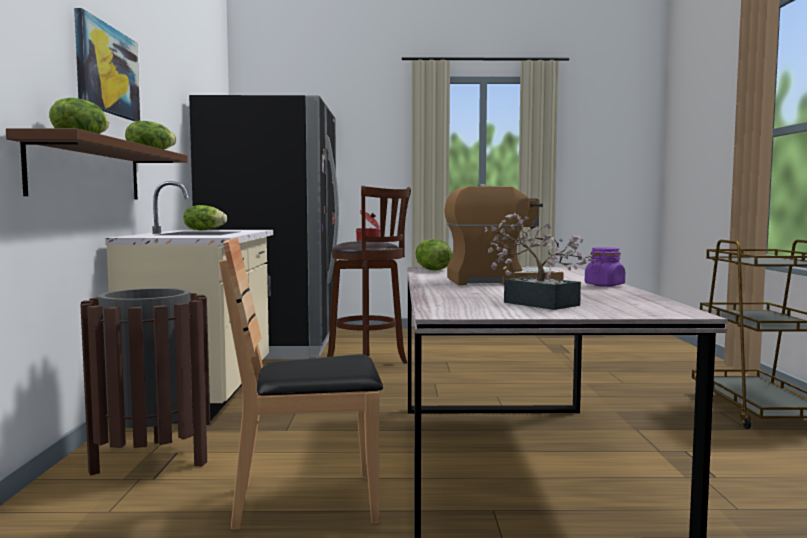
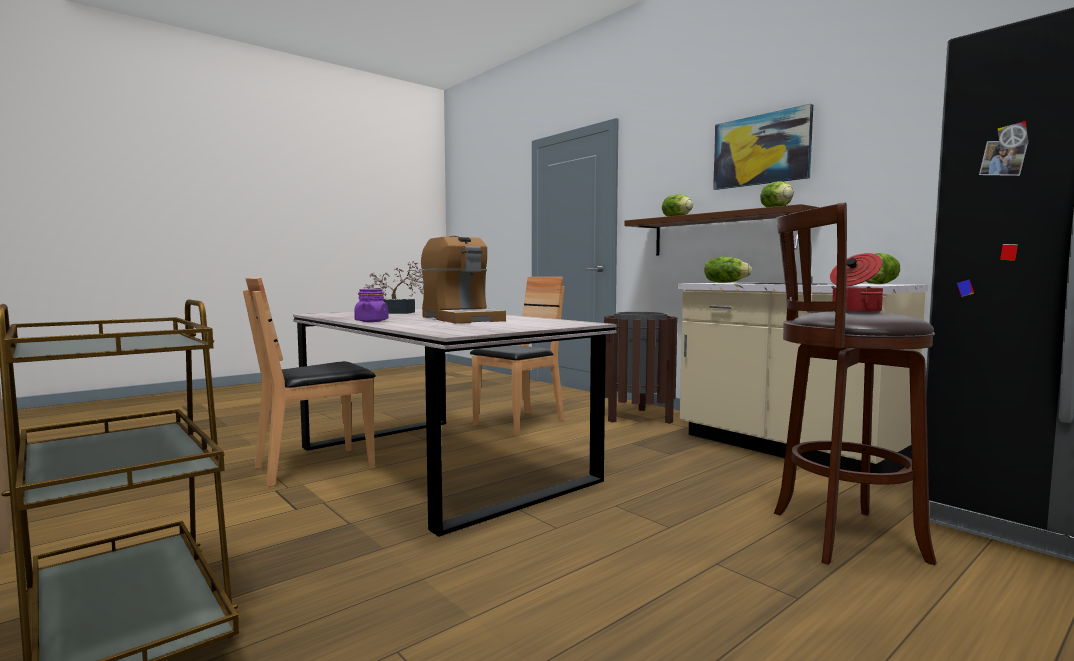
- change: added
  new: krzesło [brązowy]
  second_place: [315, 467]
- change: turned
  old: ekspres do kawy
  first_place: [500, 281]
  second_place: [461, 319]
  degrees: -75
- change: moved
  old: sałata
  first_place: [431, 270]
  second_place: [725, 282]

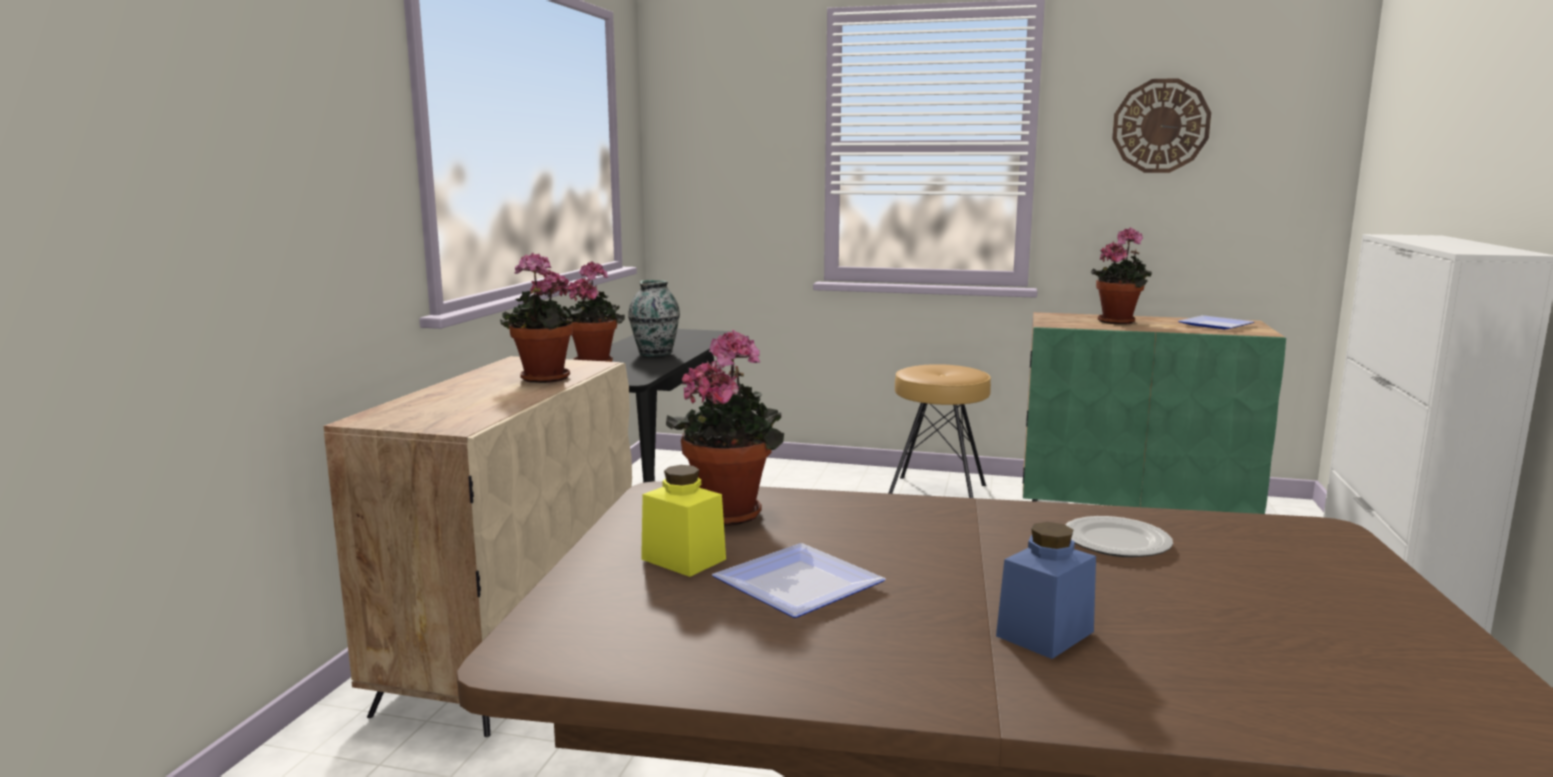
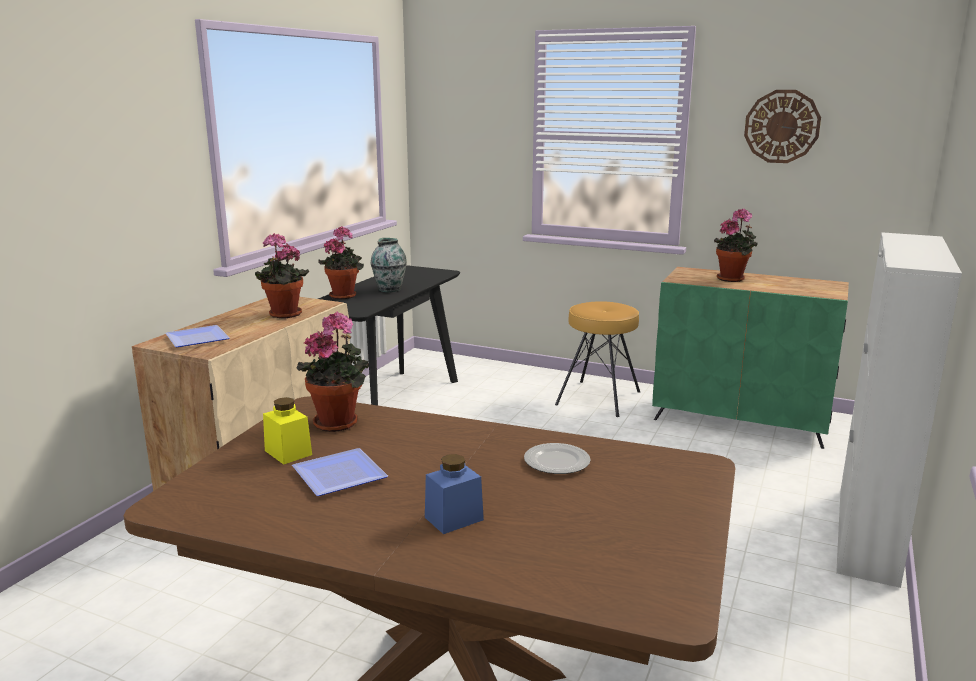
- change: moved
  old: talerz
  first_place: [1216, 326]
  second_place: [196, 340]

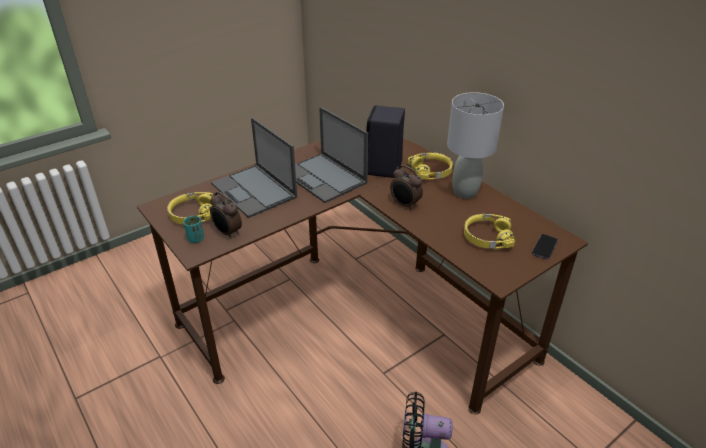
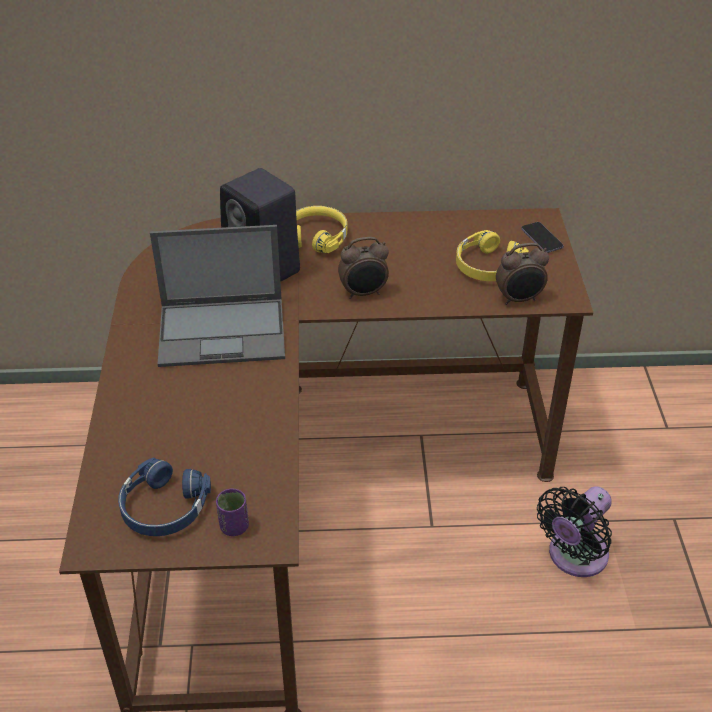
- change: recoloured
  old: słuchawki [żółty]
  new: słuchawki [niebieski]
  first_place: [192, 214]
  second_place: [163, 507]
- change: recoloured
  old: filiżanka [turkusowy]
  new: filiżanka [fioletowy]
  first_place: [196, 239]
  second_place: [234, 527]
- change: moved
  old: budzik
  first_place: [227, 233]
  second_place: [519, 299]
- change: removed
  old: laptop
  first_place: [254, 191]
- change: removed
  old: lampa stołowa [szary]
  first_place: [464, 192]

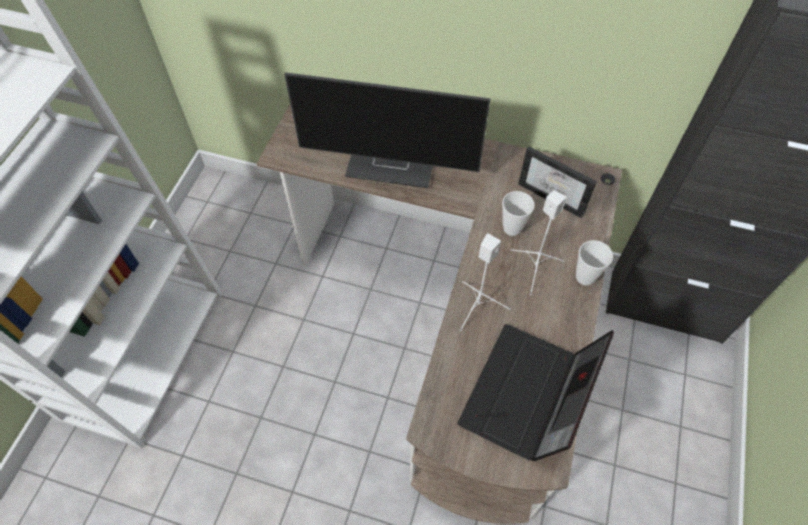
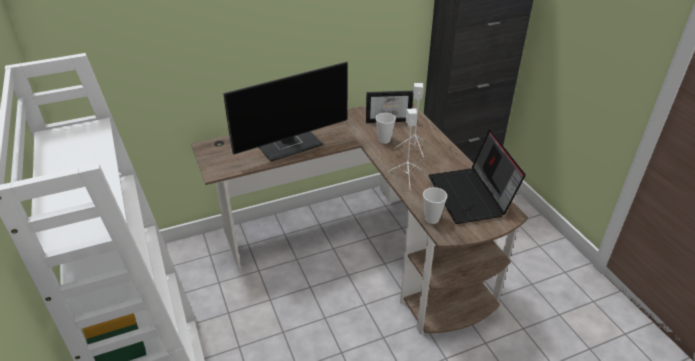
- change: moved
  old: filiżanka
  first_place: [585, 277]
  second_place: [432, 219]

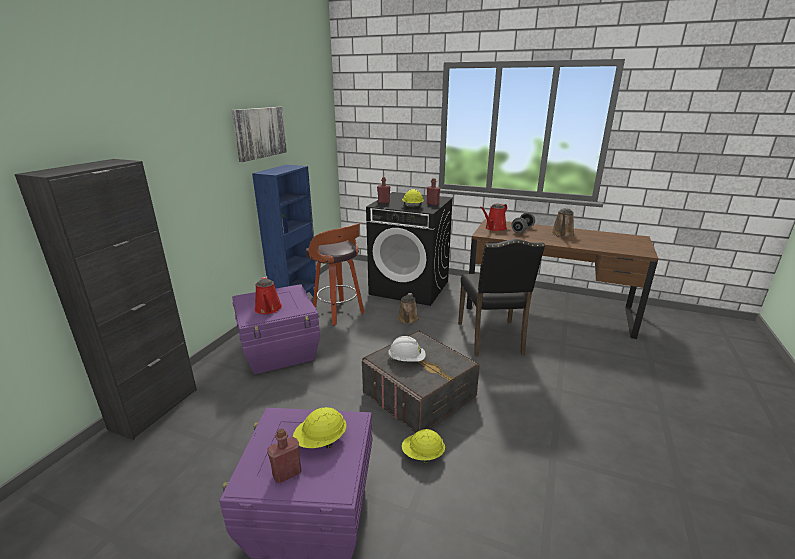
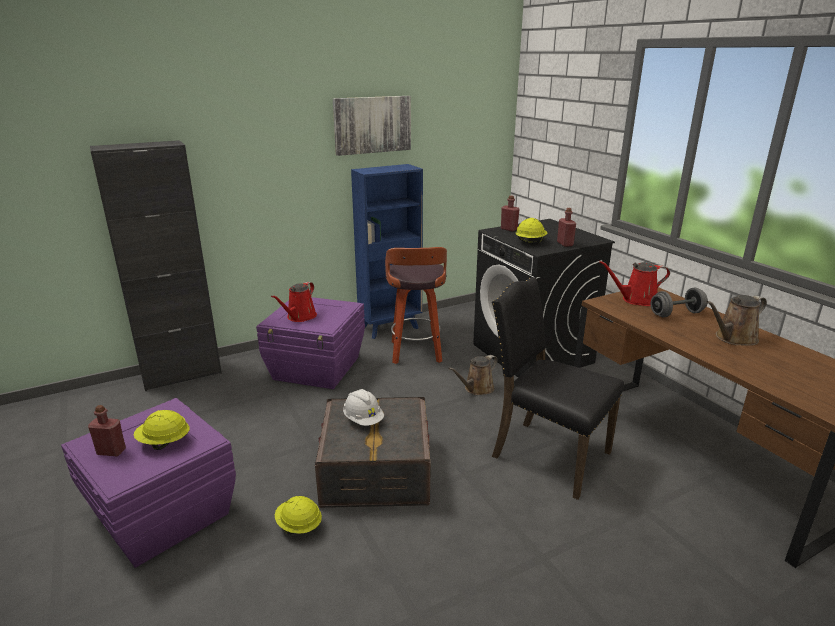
- change: turned
  old: krzesło [czarny]
  first_place: [492, 339]
  second_place: [547, 455]
  degrees: 90

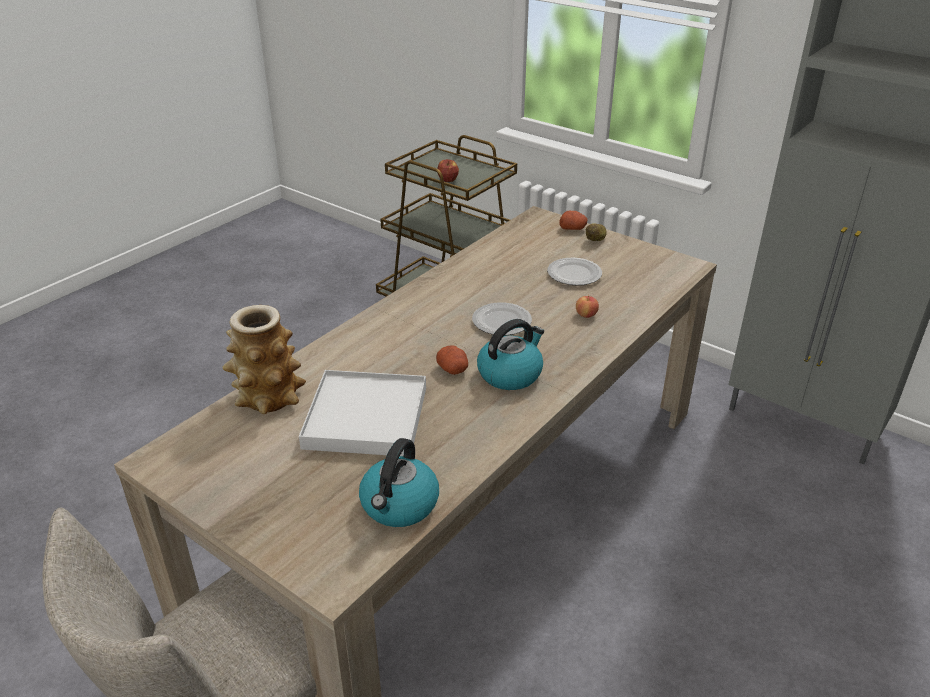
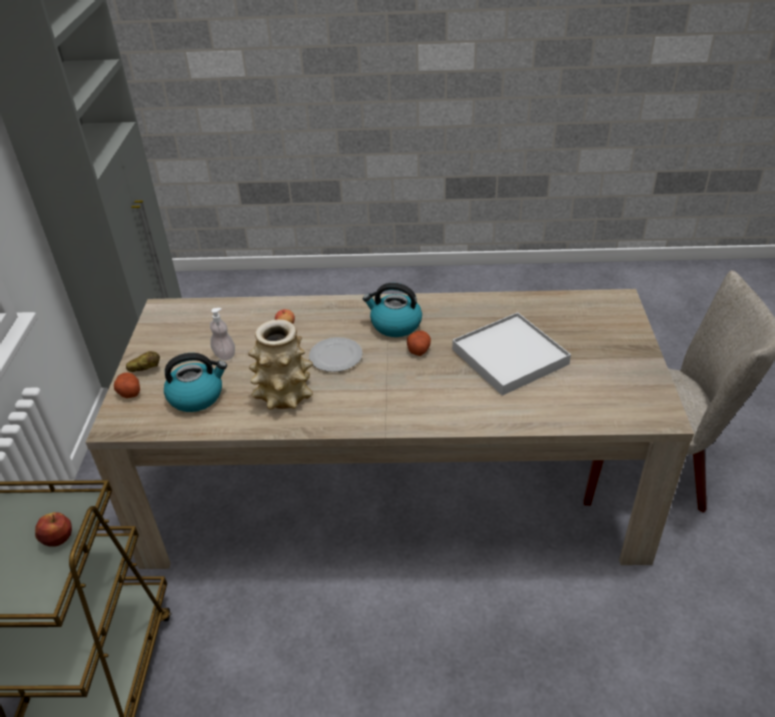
- change: moved
  old: czajnik
  first_place: [399, 505]
  second_place: [197, 396]
- change: replaced
  old: talerz
  new: dozownik mydła
  first_place: [574, 274]
  second_place: [224, 355]
- change: moved
  old: wazon
  first_place: [268, 396]
  second_place: [284, 395]

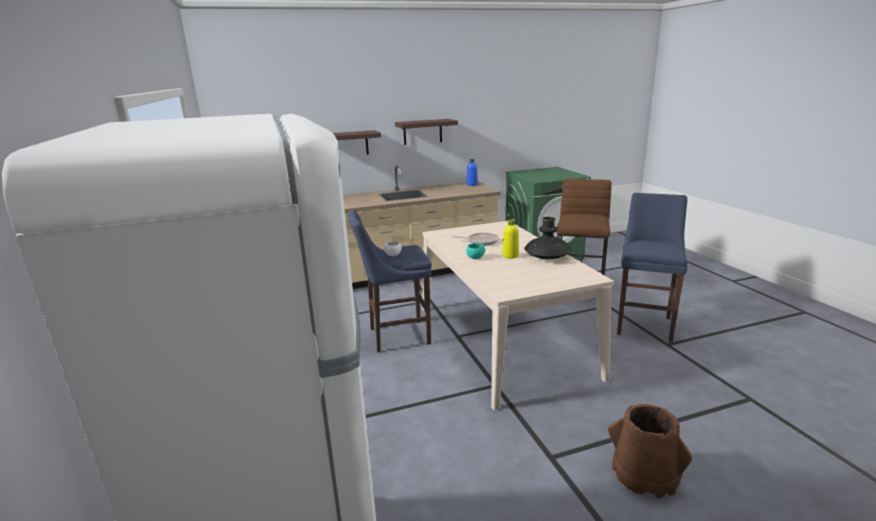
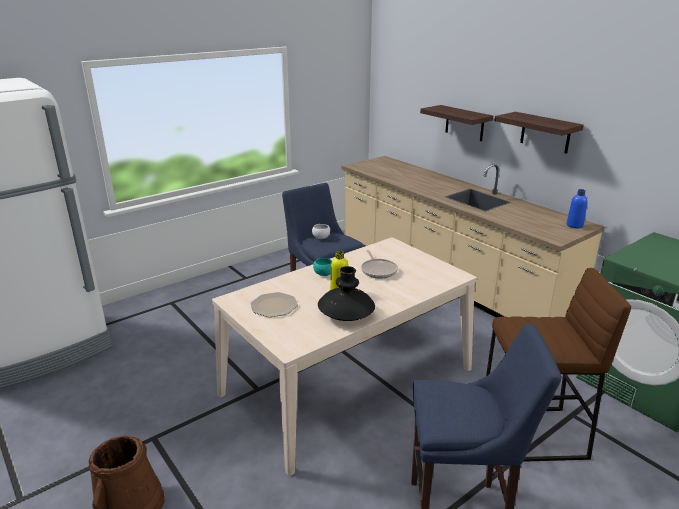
- change: added
  new: talerz
  second_place: [274, 306]

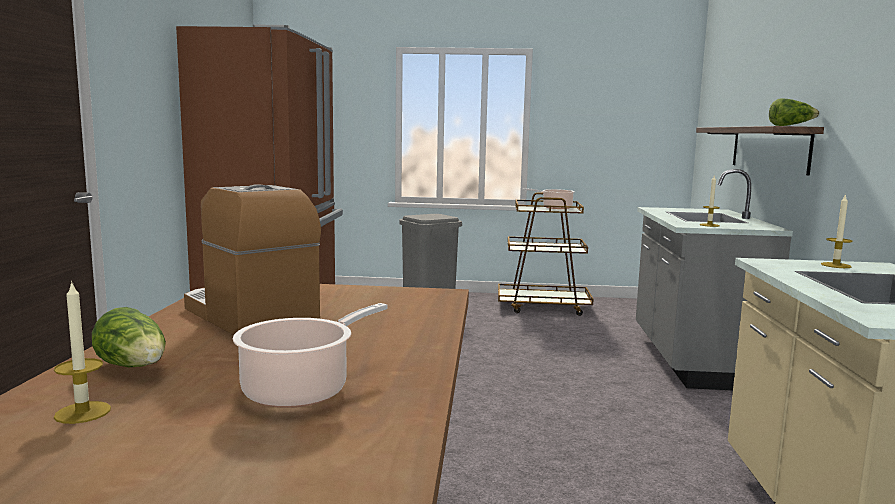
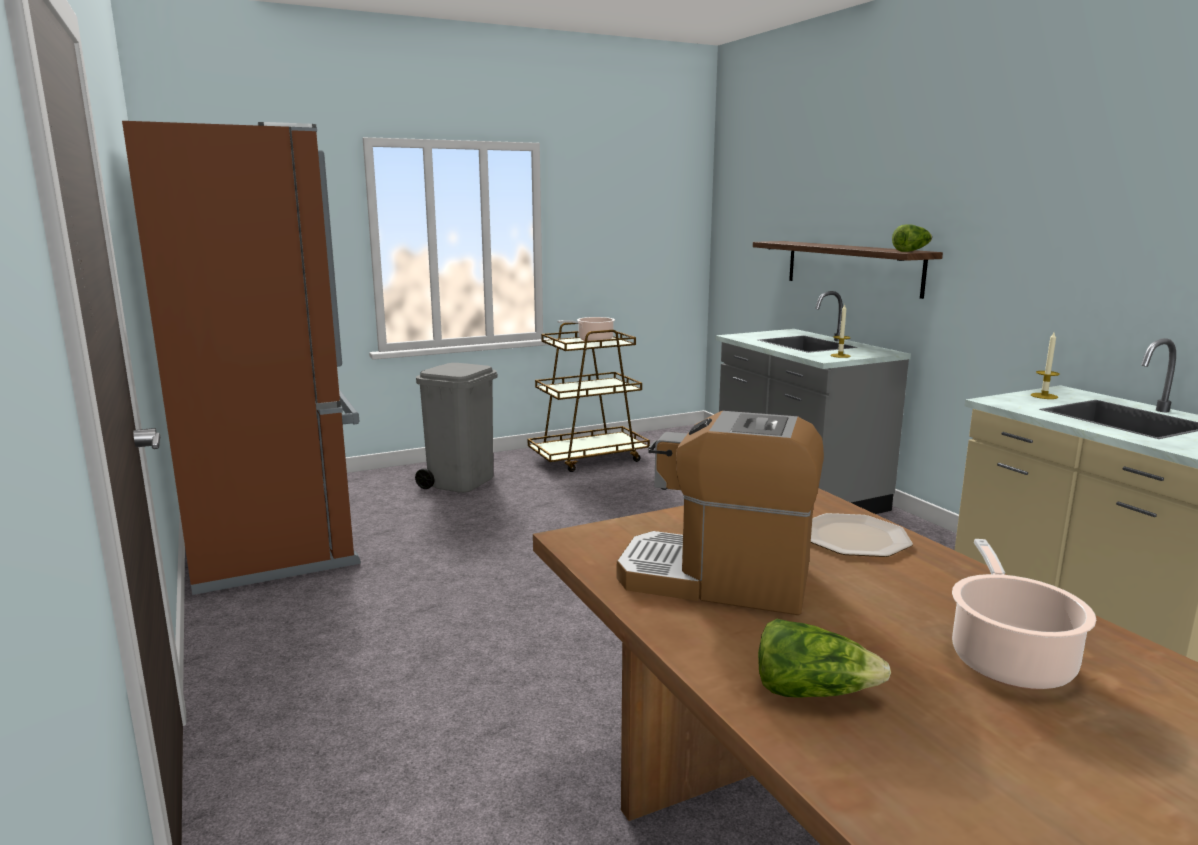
- change: added
  new: talerz
  second_place: [853, 538]
- change: removed
  old: świeca
  first_place: [82, 412]

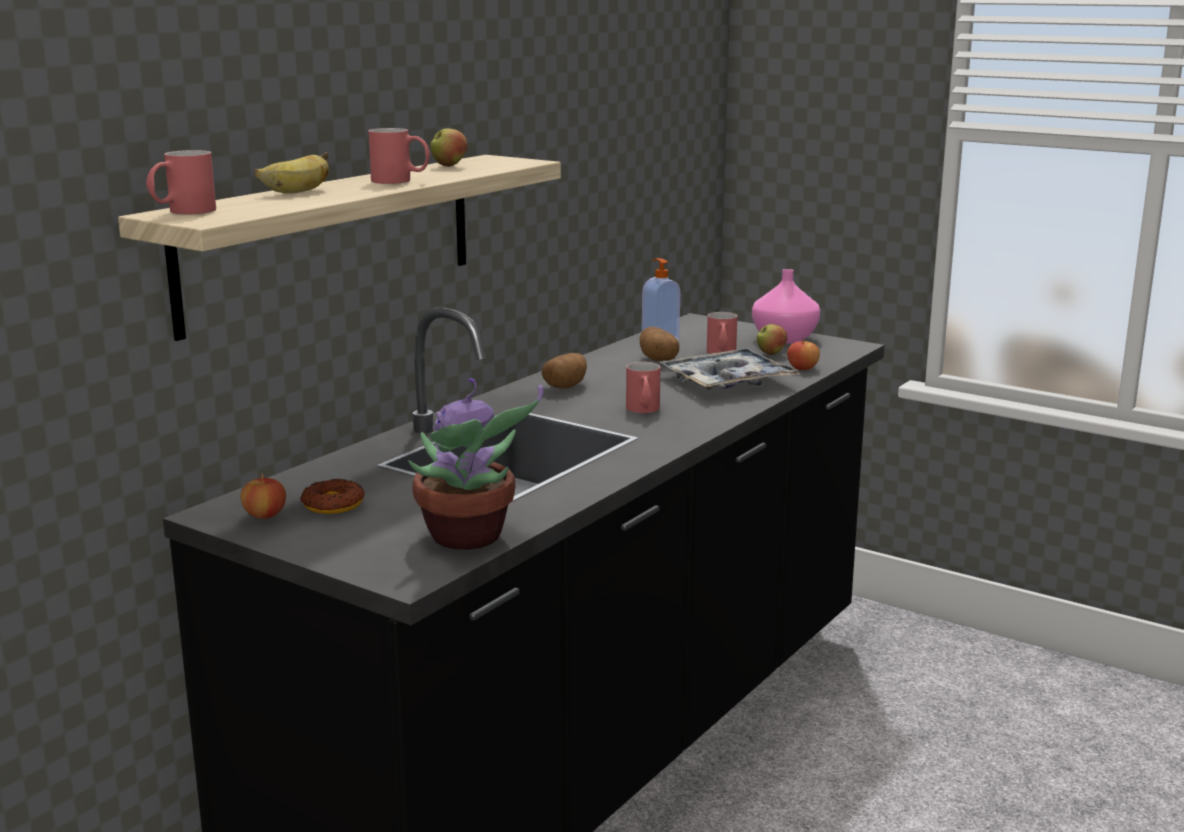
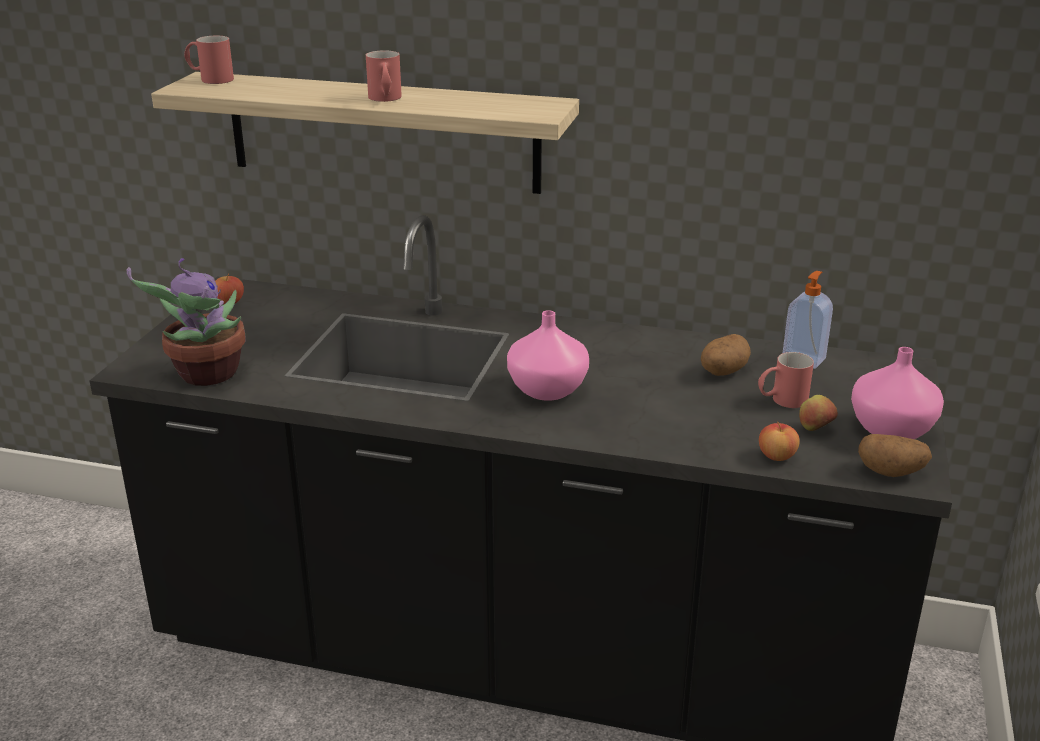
- change: replaced
  old: kubek [czerwony]
  new: wazon [różowy]
  first_place: [643, 411]
  second_place: [547, 390]
- change: moved
  old: ziemniak
  first_place: [565, 386]
  second_place: [890, 472]
- change: removed
  old: banan
  first_place: [296, 192]
- change: removed
  old: donut
  first_place: [333, 505]
- change: removed
  old: jabłko
  first_place: [449, 166]
- change: removed
  old: taca
  first_place: [727, 382]

